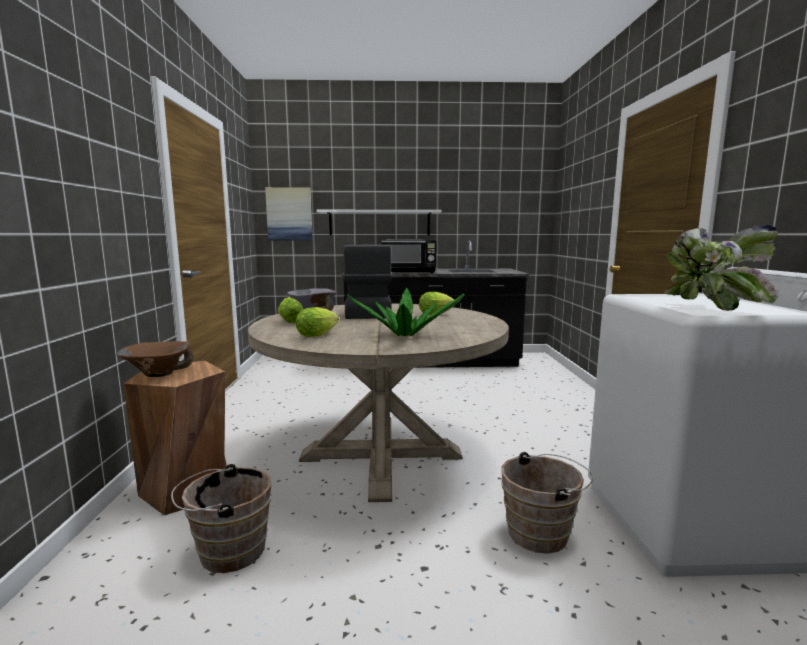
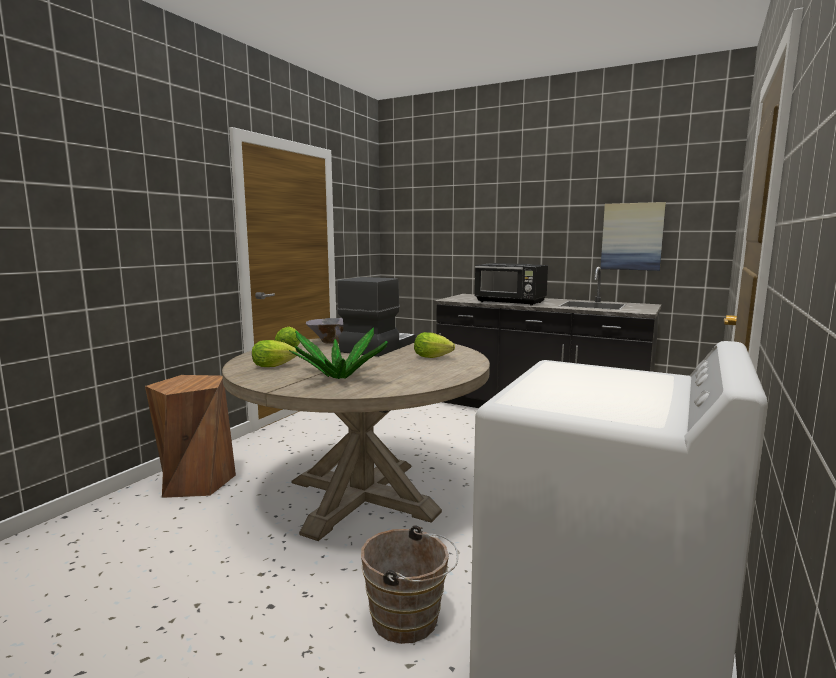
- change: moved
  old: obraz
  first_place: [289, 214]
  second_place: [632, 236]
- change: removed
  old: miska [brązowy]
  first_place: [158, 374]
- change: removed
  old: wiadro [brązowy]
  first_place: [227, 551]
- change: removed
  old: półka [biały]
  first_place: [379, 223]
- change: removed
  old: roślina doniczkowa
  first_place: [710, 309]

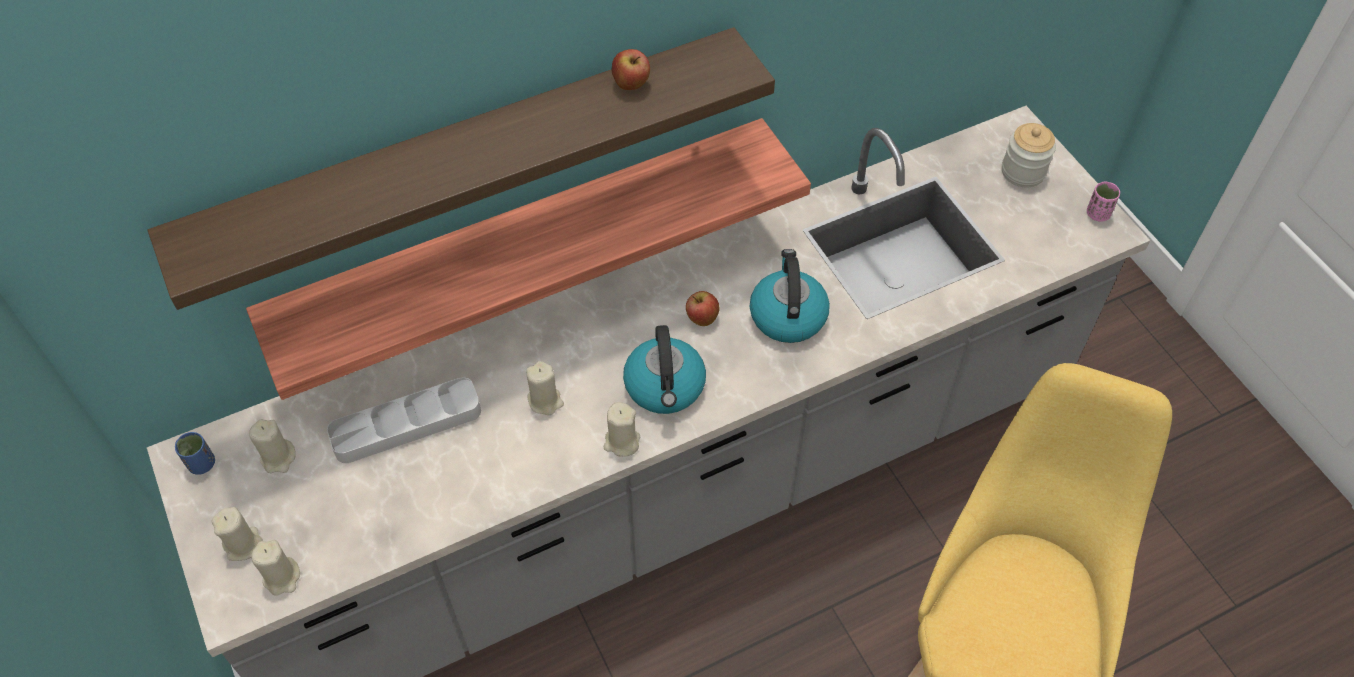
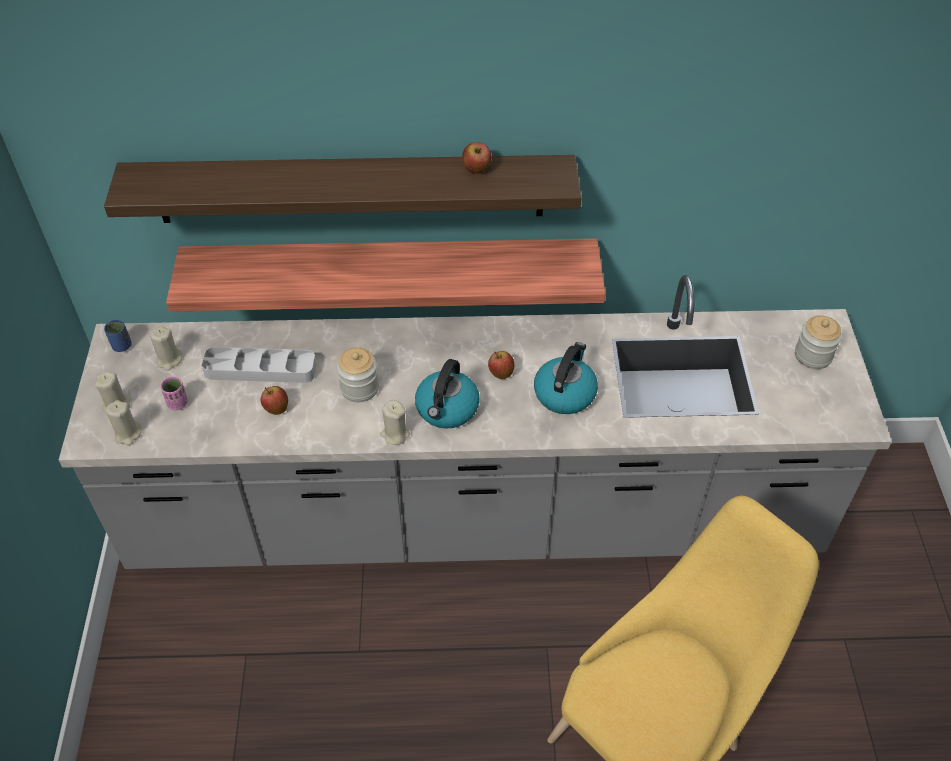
- change: moved
  old: filiżanka [różowy]
  first_place: [1097, 214]
  second_place: [177, 403]
- change: added
  new: jabłko
  second_place: [276, 408]
- change: replaced
  old: świeca [beżowy]
  new: słoik
  first_place: [545, 401]
  second_place: [359, 388]

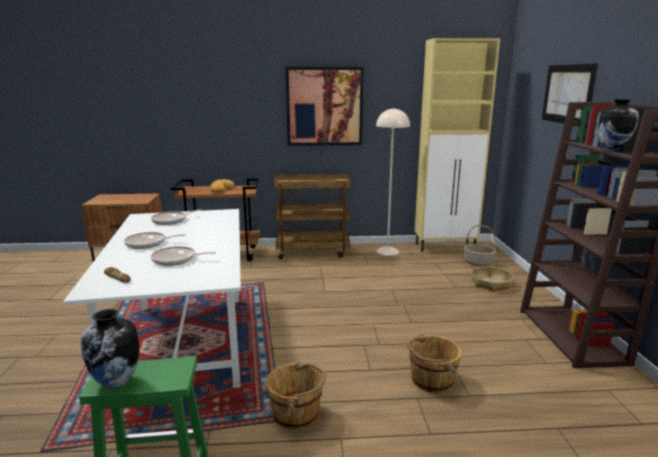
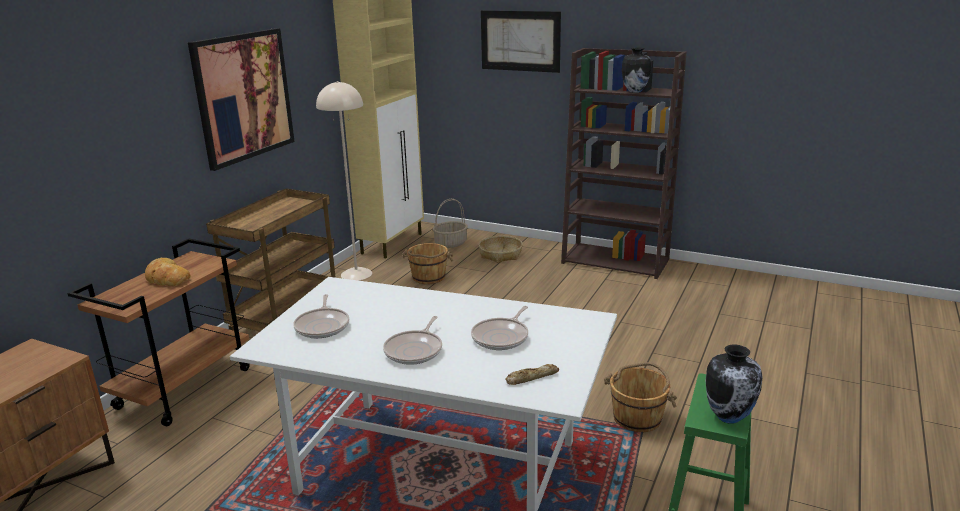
- change: moved
  old: wiadro [brązowy]
  first_place: [431, 380]
  second_place: [428, 277]

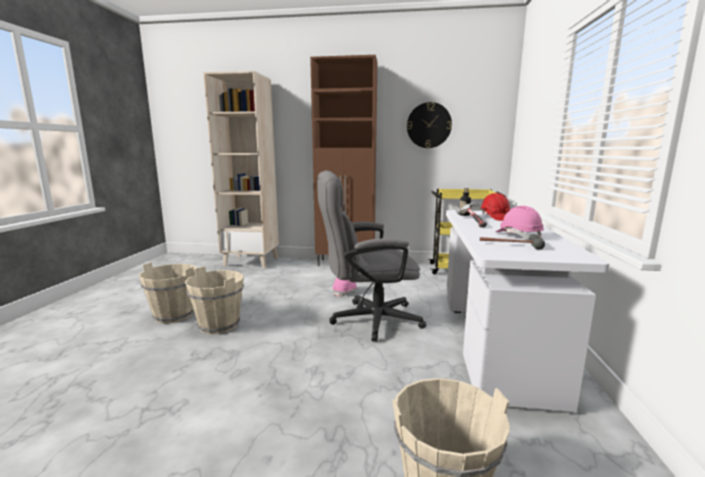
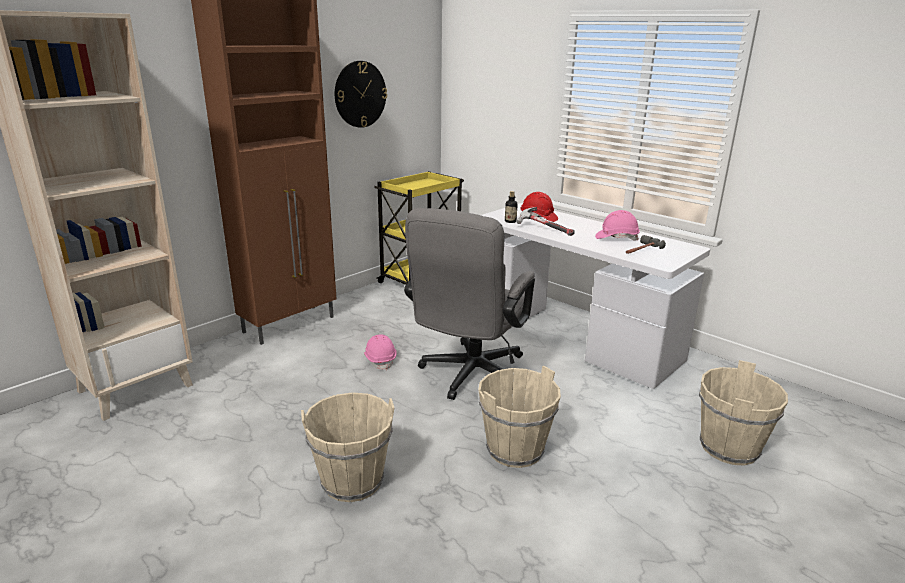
- change: moved
  old: wiadro [beżowy]
  first_place: [174, 315]
  second_place: [514, 449]

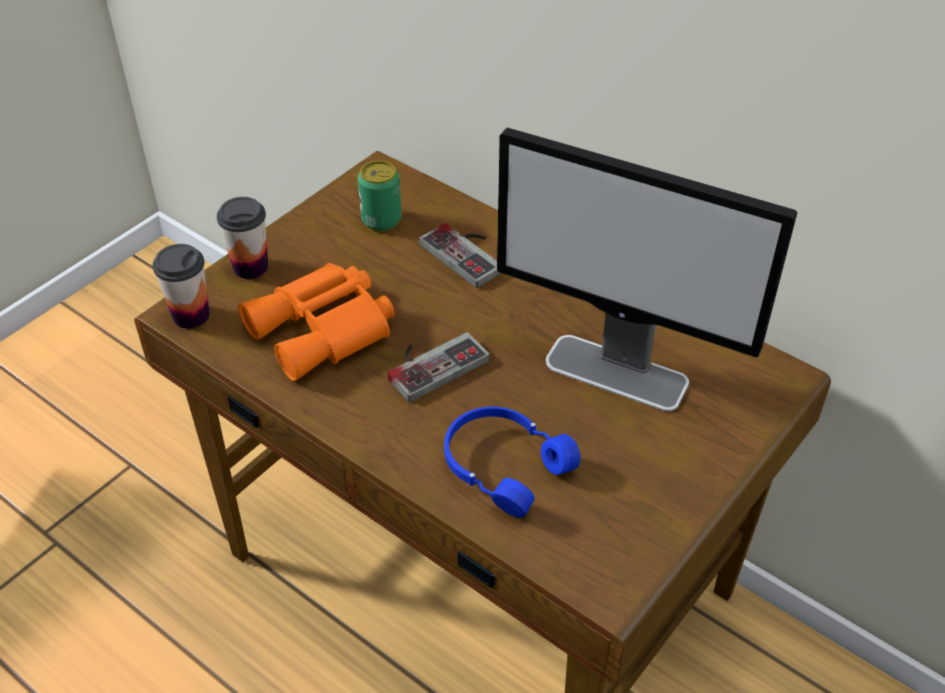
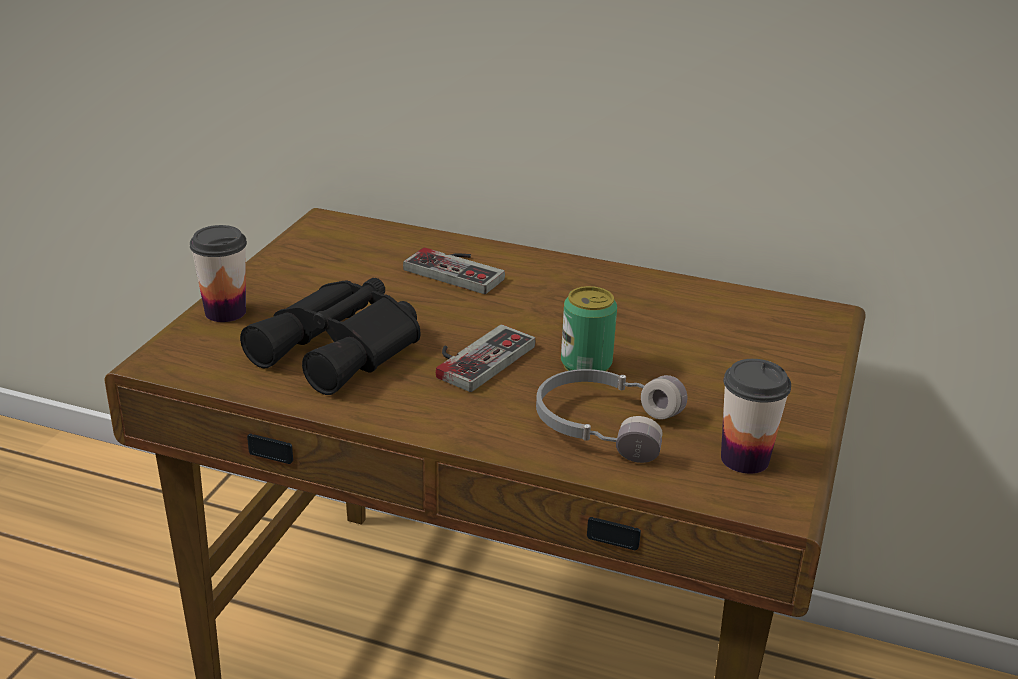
- change: recoloured
  old: lornetka [pomarańczowy]
  new: lornetka [czarny]
  first_place: [325, 330]
  second_place: [342, 349]
- change: recoloured
  old: słuchawki [niebieski]
  new: słuchawki [szary]
  first_place: [504, 465]
  second_place: [604, 424]
- change: moved
  old: puszka
  first_place: [381, 220]
  second_place: [586, 365]
- change: moved
  old: filiżanka
  first_place: [191, 315]
  second_place: [744, 459]
- change: removed
  old: monitor
  first_place: [618, 373]

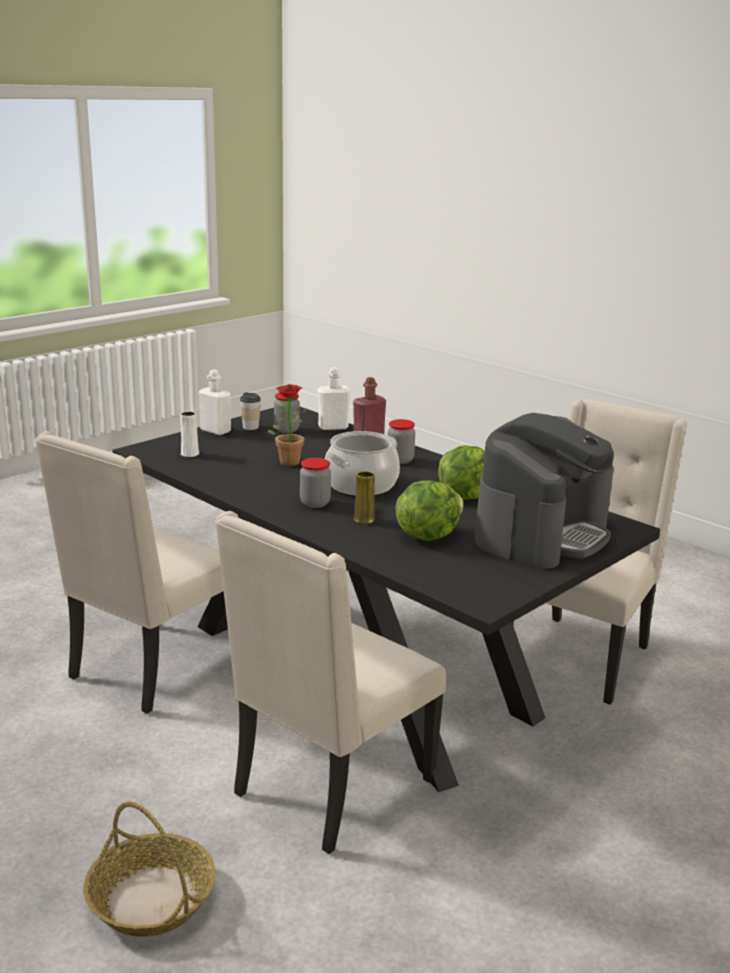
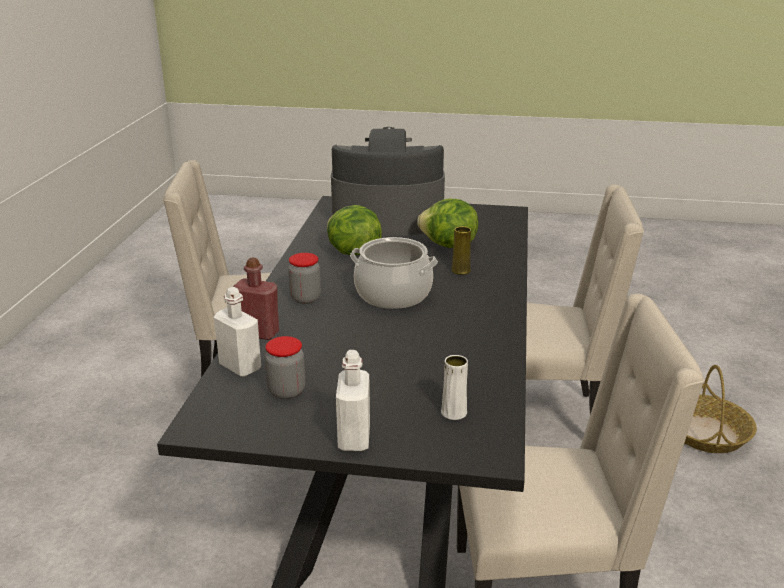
- change: removed
  old: filiżanka
  first_place: [250, 427]
- change: removed
  old: roślina doniczkowa
  first_place: [287, 461]
- change: removed
  old: słoik
  first_place: [315, 503]

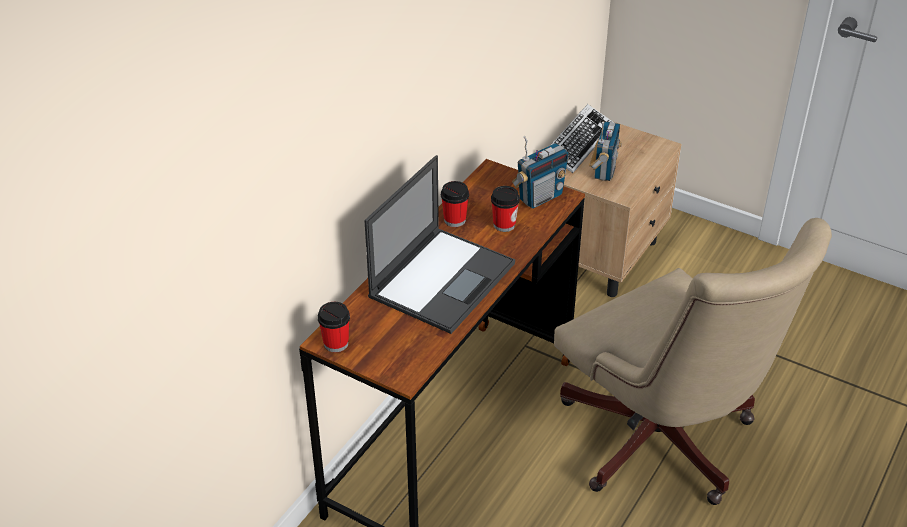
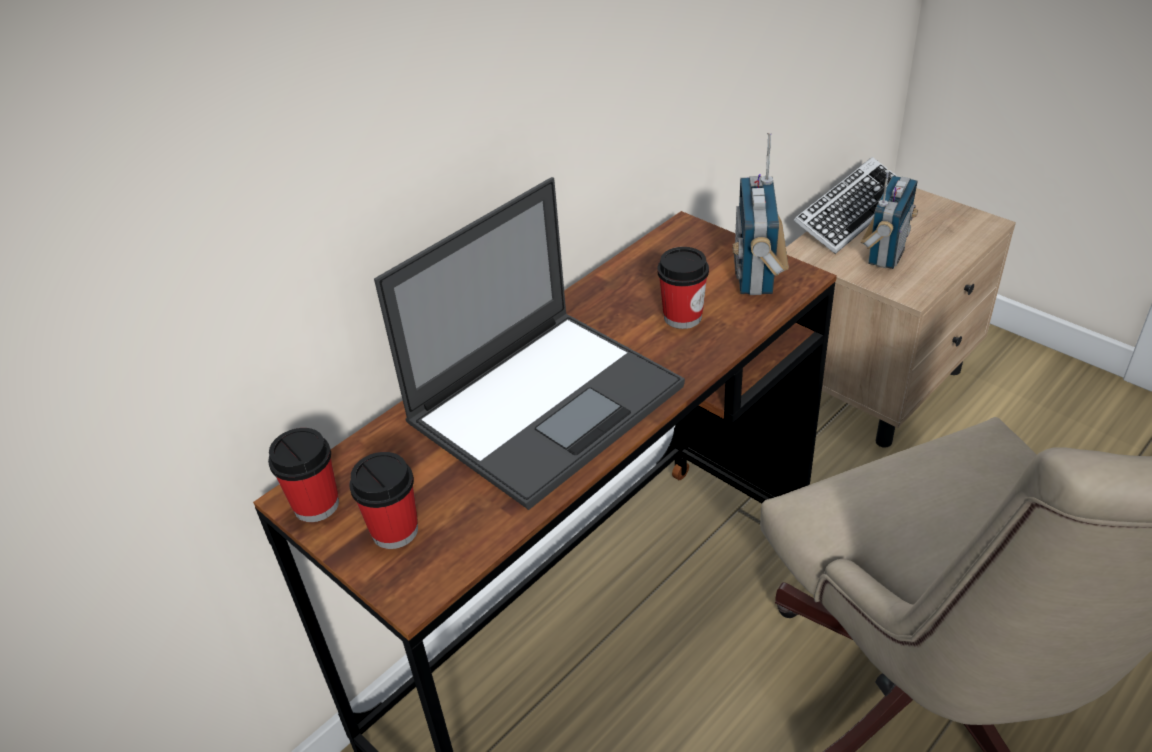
- change: moved
  old: filiżanka
  first_place: [454, 220]
  second_place: [395, 530]
- change: turned
  old: radio
  first_place: [540, 197]
  second_place: [756, 275]
  degrees: 120

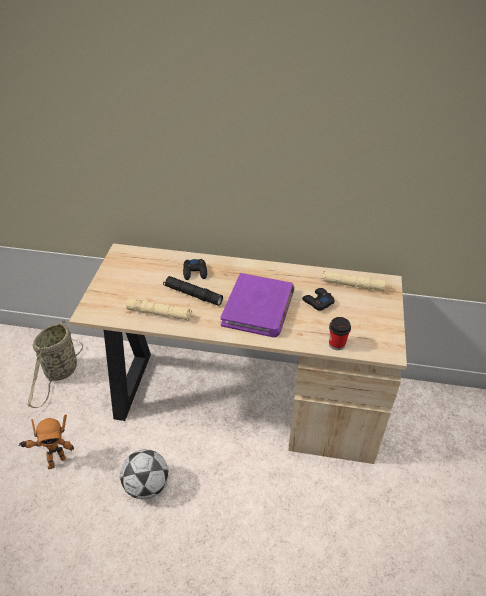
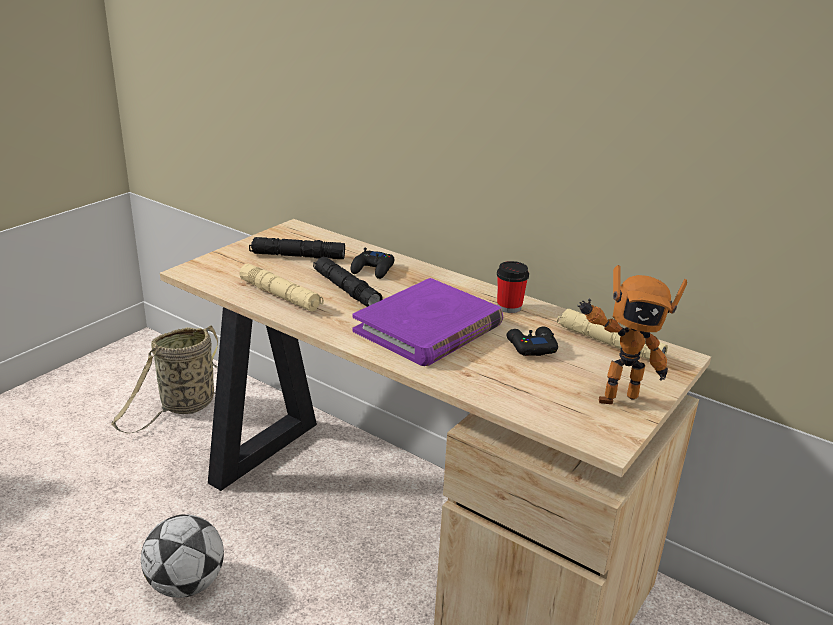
- change: added
  new: latarka [czarny]
  second_place: [297, 256]
- change: moved
  old: filiżanka
  first_place: [336, 344]
  second_place: [509, 307]
- change: moved
  old: robot zabawkowy
  first_place: [55, 461]
  second_place: [615, 396]

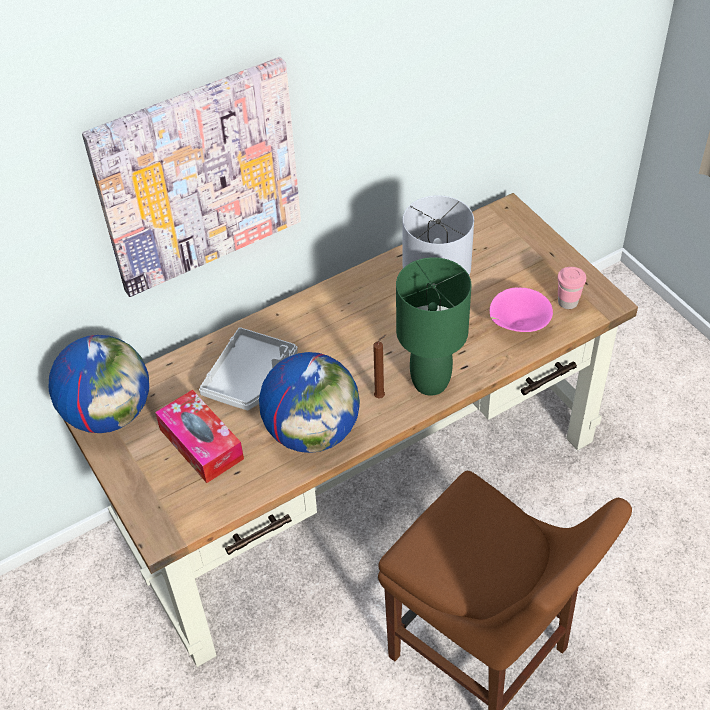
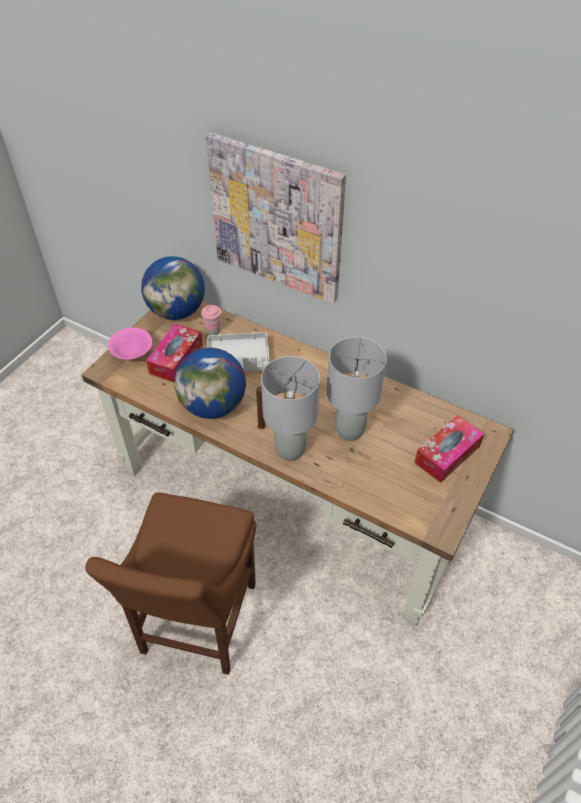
- change: moved
  old: miska [różowy]
  first_place: [518, 325]
  second_place: [132, 353]
- change: moved
  old: filiżanka [różowy]
  first_place: [567, 302]
  second_place: [213, 331]
- change: recoloured
  old: lampa stołowa [zielony]
  new: lampa stołowa [szary]
  first_place: [431, 383]
  second_place: [290, 451]
- change: added
  new: pudełko chusteczek
  second_place: [447, 454]

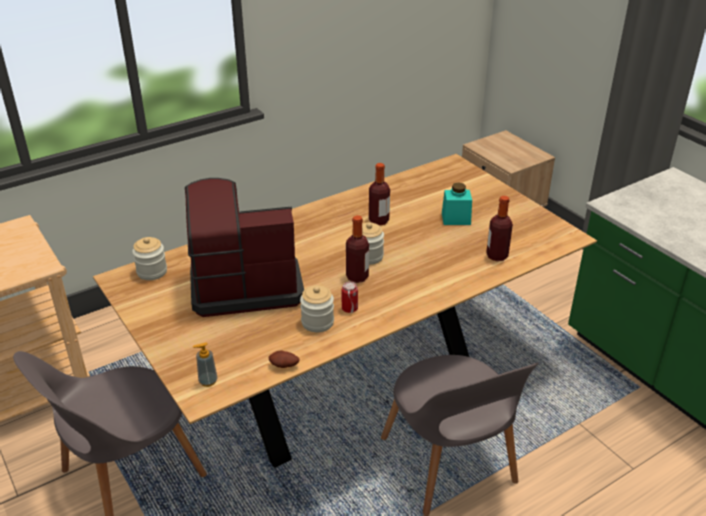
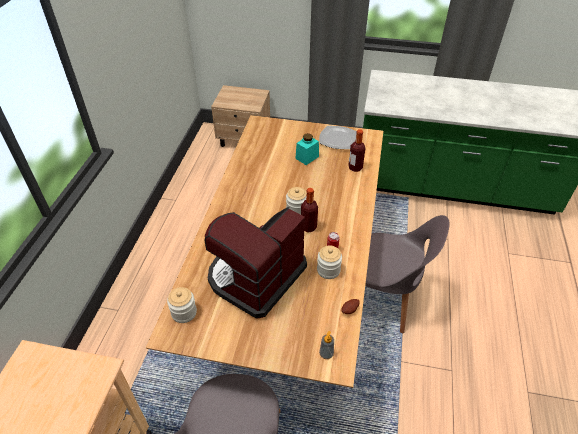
- change: added
  new: talerz
  second_place: [338, 139]
- change: removed
  old: butelka
  first_place: [378, 221]

